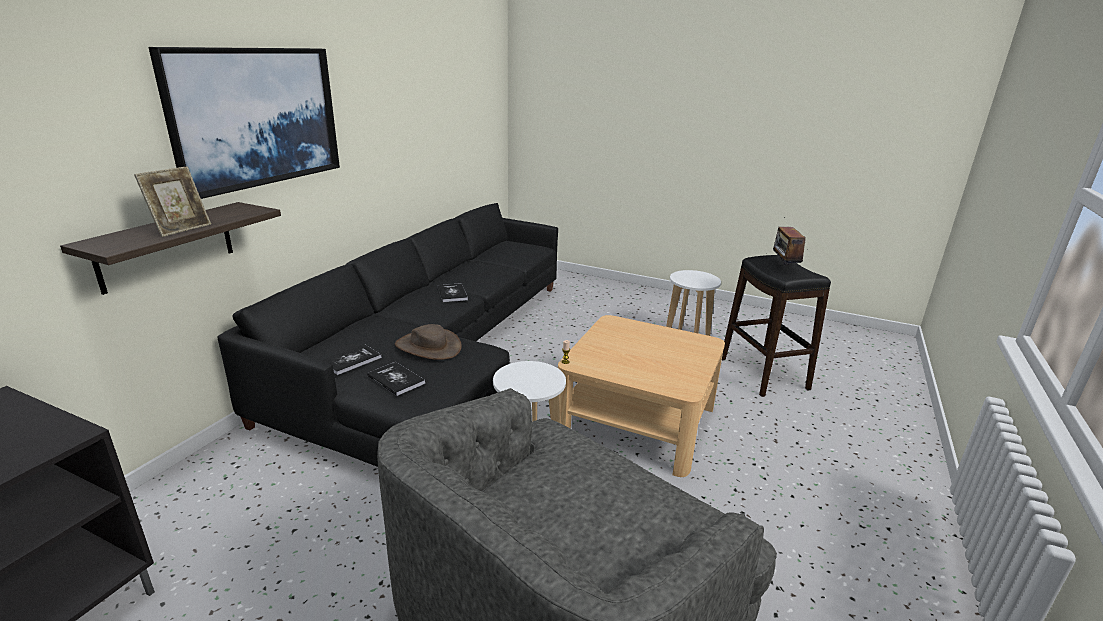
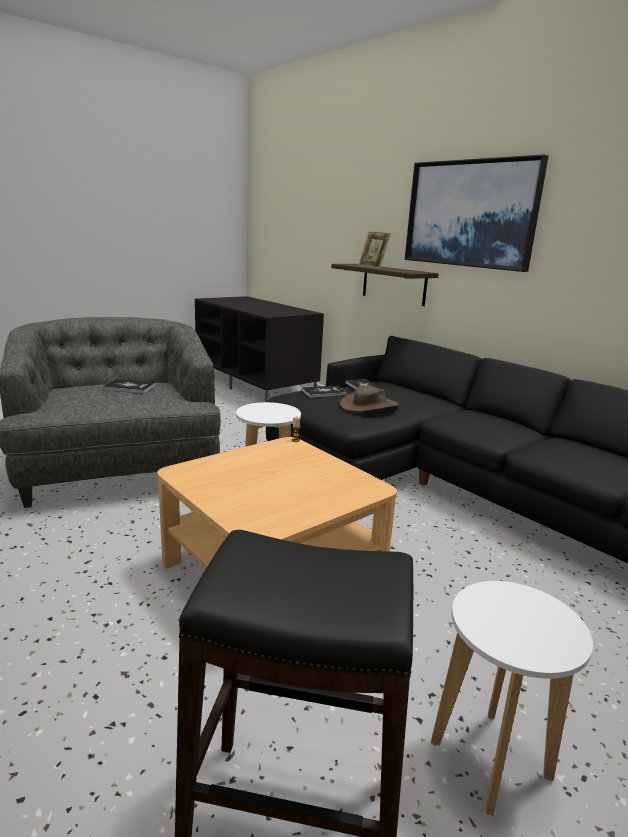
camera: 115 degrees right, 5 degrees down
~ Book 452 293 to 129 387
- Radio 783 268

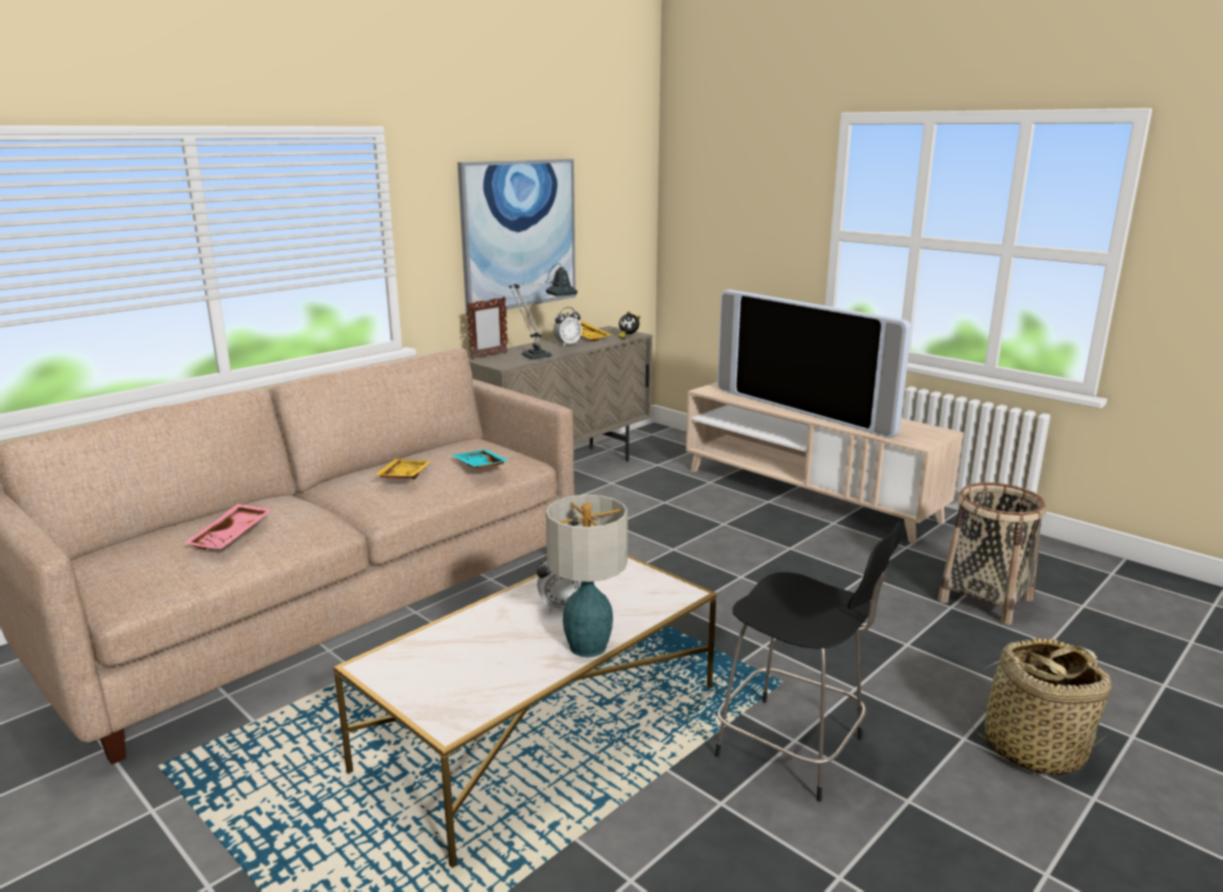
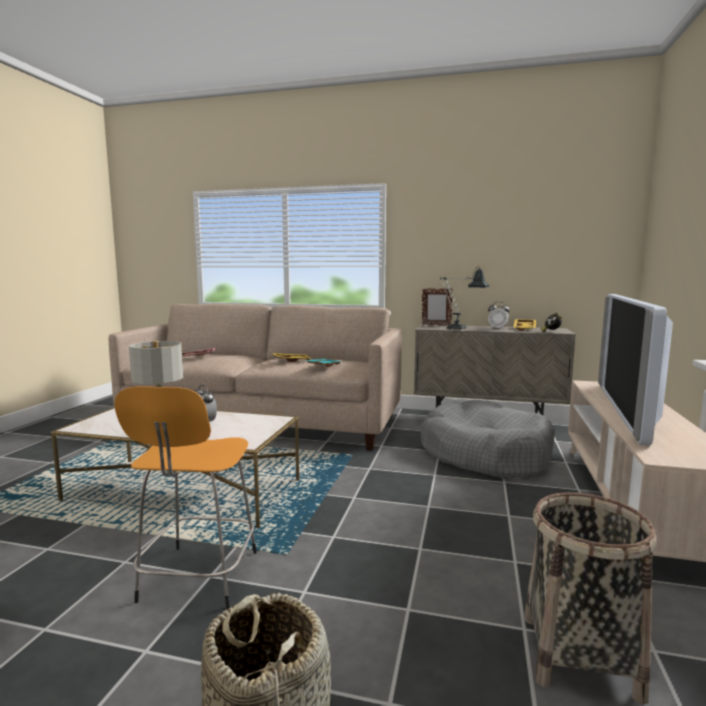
camera: 60 degrees right, 10 degrees down
~ BlackStool 795 749 to OrangeStool 198 578
+ GreyDogBed 484 454
- Picture 519 234

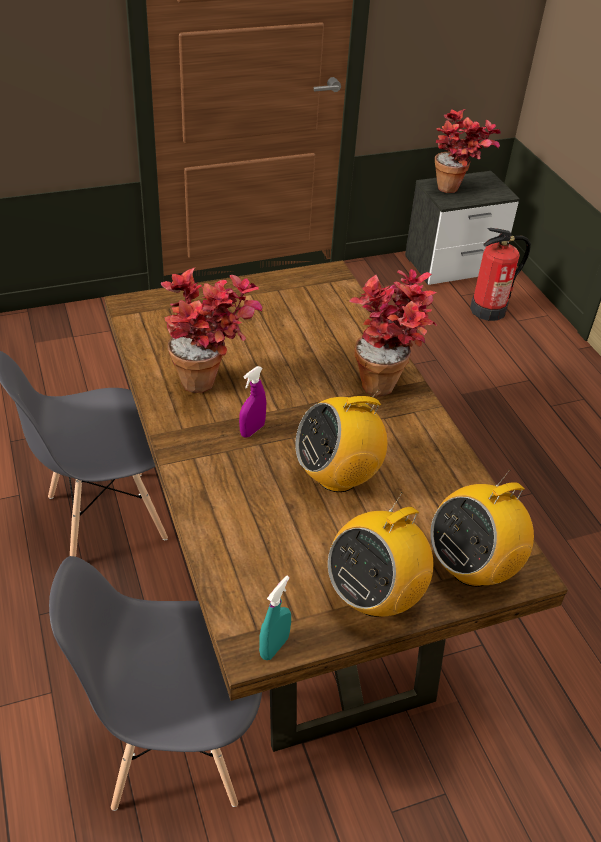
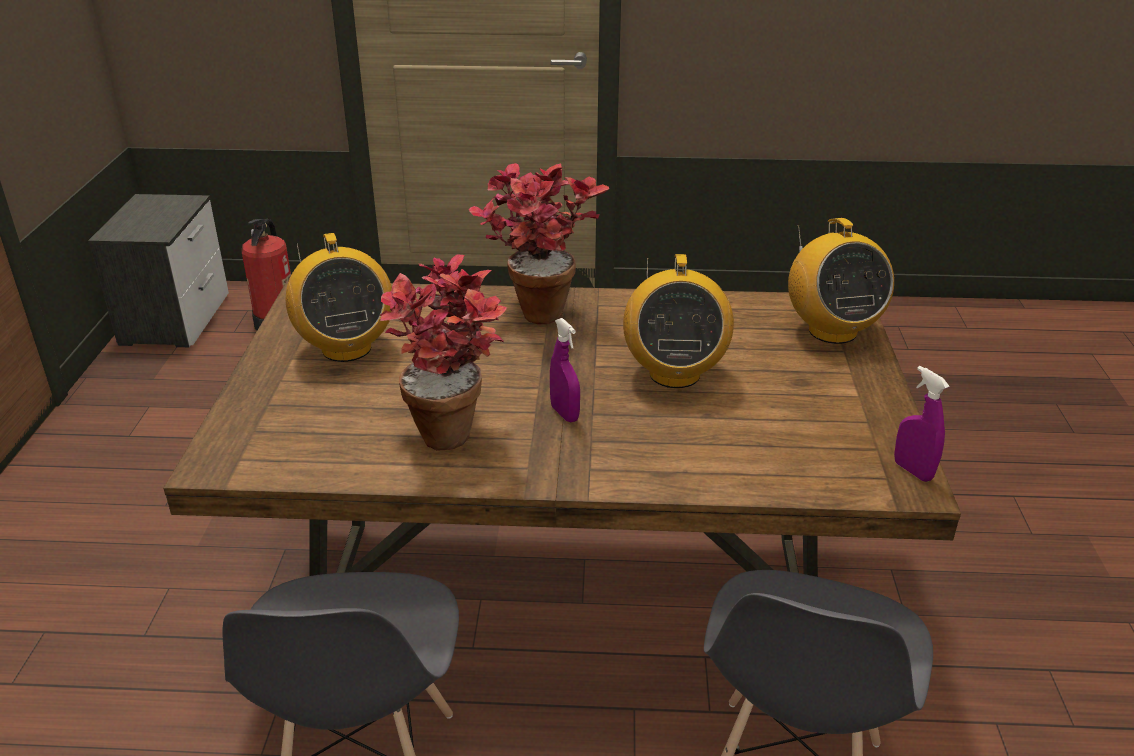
camera: 65 degrees left, 10 degrees down
~ Radio 375 596 to 346 348
~ TurquoiseSprayBottle 274 647 to PurpleSprayBottle 912 471
- PottedPlant 455 191

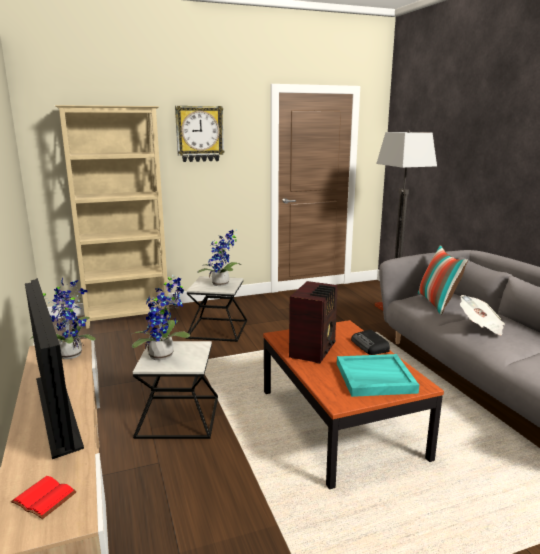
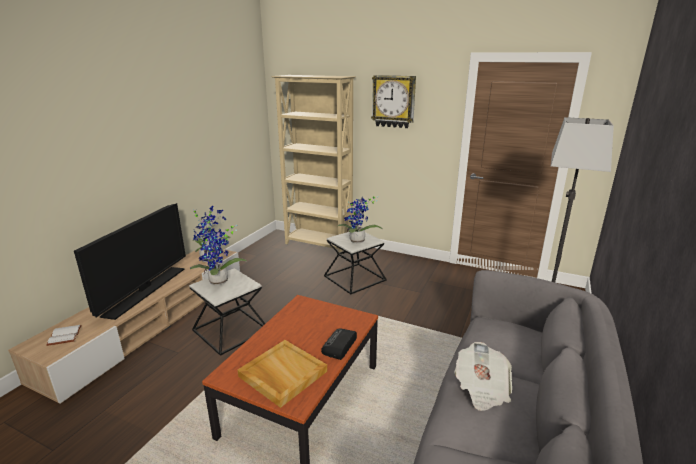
camera: 45 degrees right, 5 degrees up
~ RedBook 42 499 to WhiteBook 64 335
~ TurquoiseTray 374 378 to BeigeTray 282 374
- Radio 314 350
- Pillow 437 304

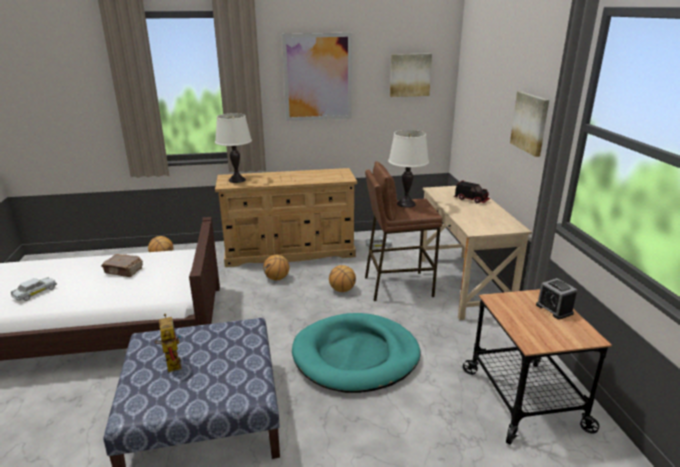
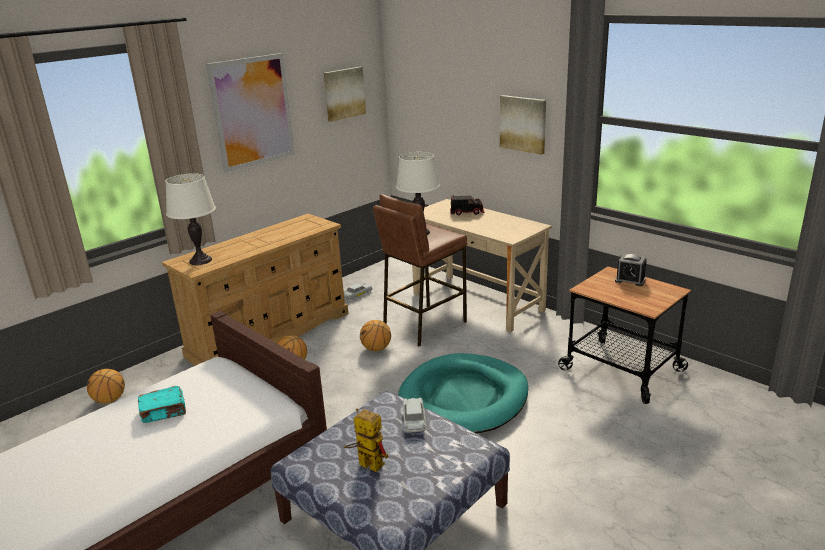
camera: 35 degrees left, 0 degrees up
~ BrownBook 124 271 to TurquoiseBook 164 412
~ WhiteToyCar 35 293 to 414 420

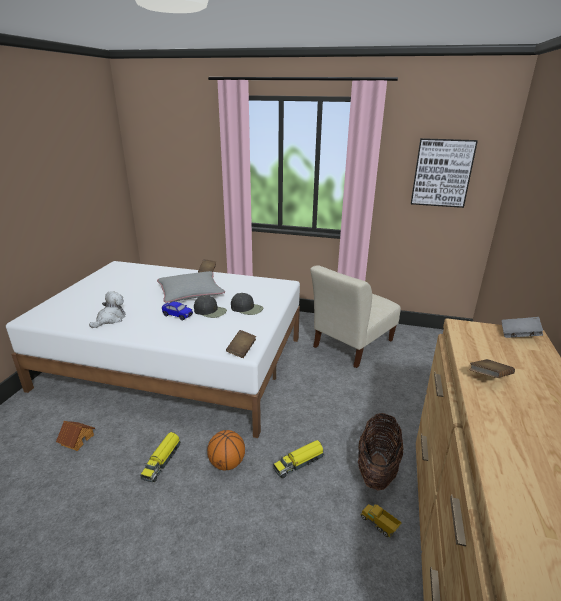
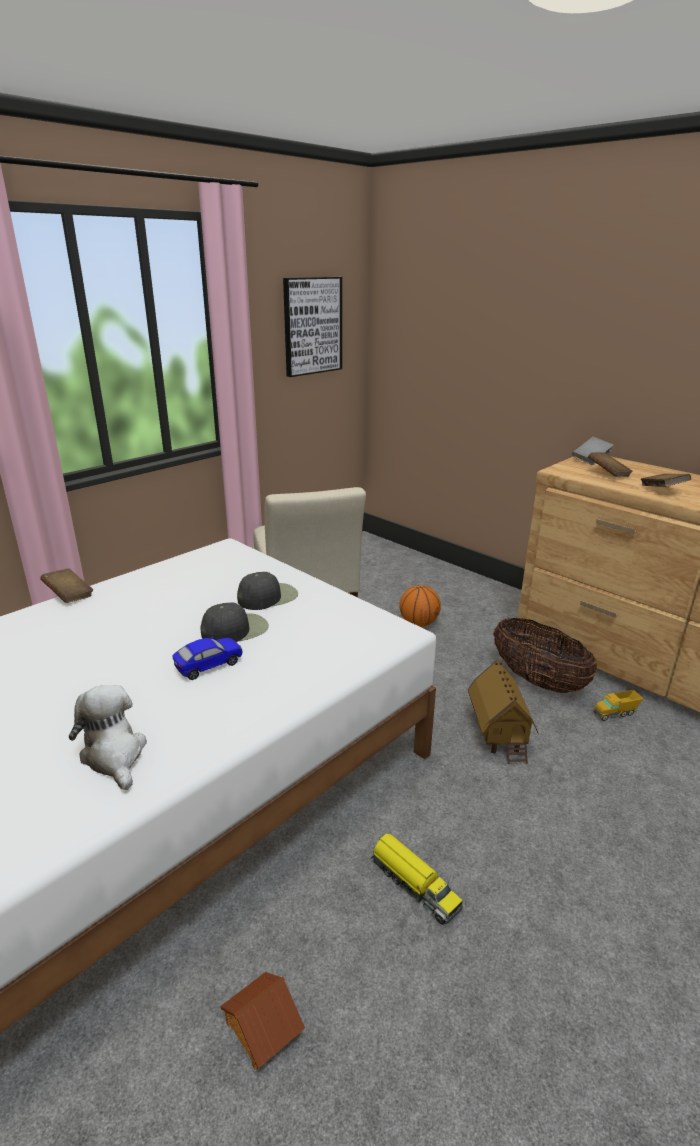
camera: 60 degrees left, 0 degrees up
~ Basketball 227 463 to 418 623
~ ToyTruck 299 463 to ToyHouse 498 734
~ BrownBook 241 350 to 607 474
- GreyPillow 190 292

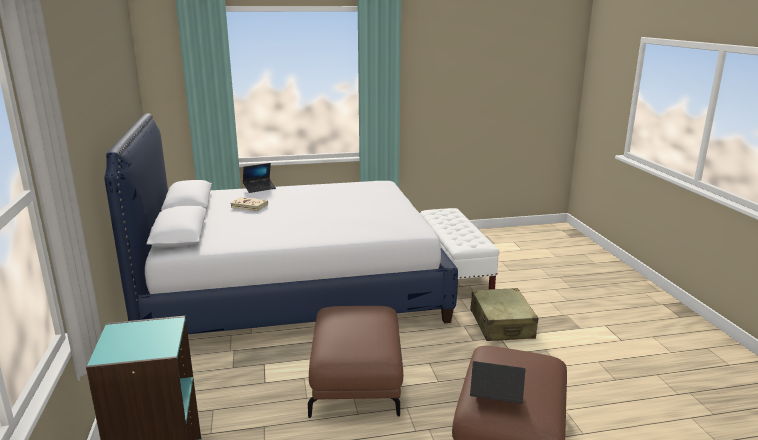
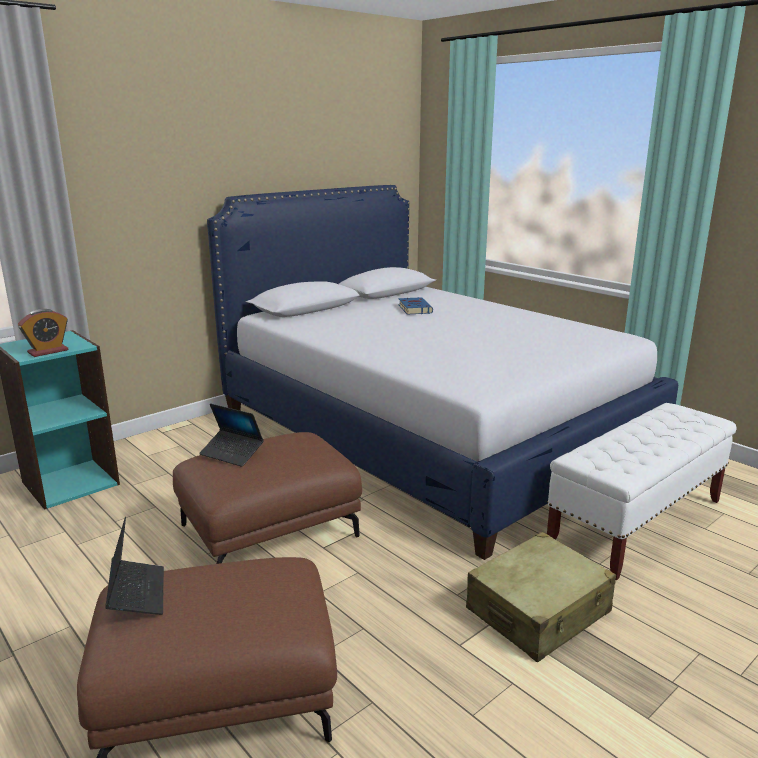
camera: 60 degrees right, 0 degrees up
+ AlarmClock 48 351
~ Laptop 259 188 to 232 453
~ BeigeBook 248 206 to BlueBook 414 308

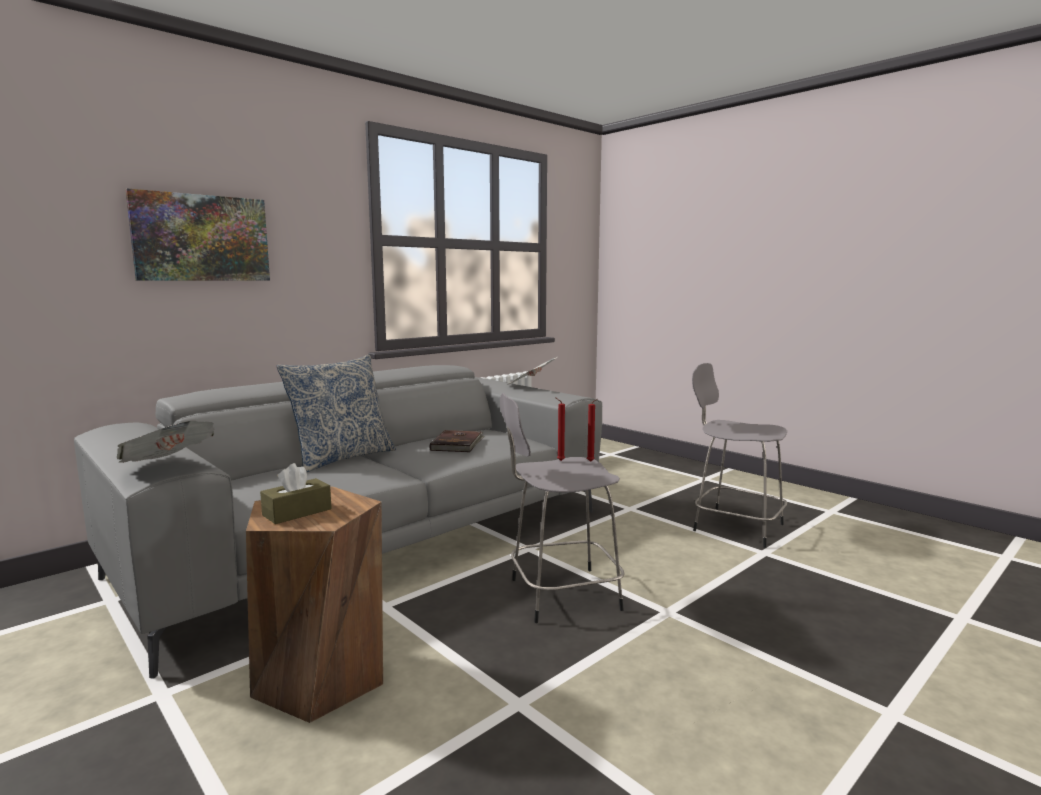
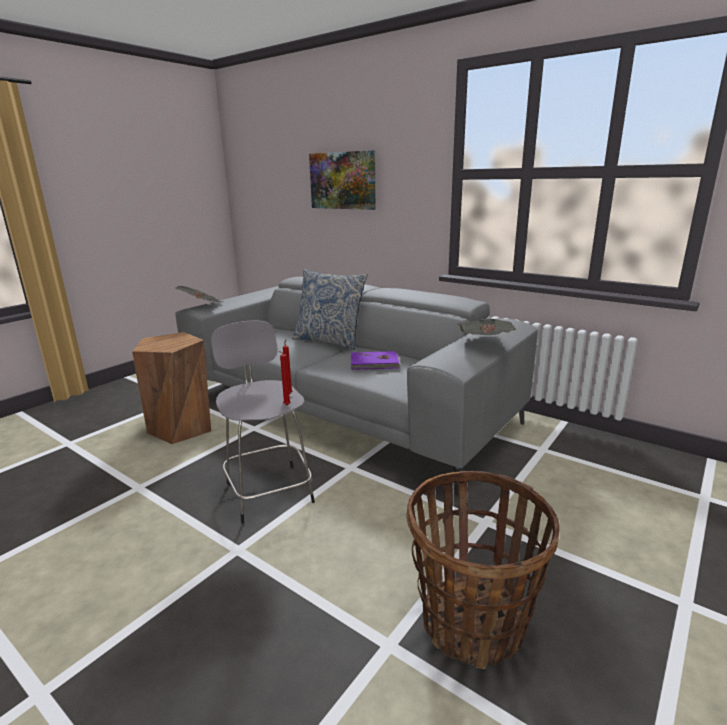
camera: 80 degrees right, 10 degrees up
~ BrownBook 458 444 to PurpleBook 374 363
~ GreyStool 735 526 to Basket 473 622
- BrownTissueBox 297 512

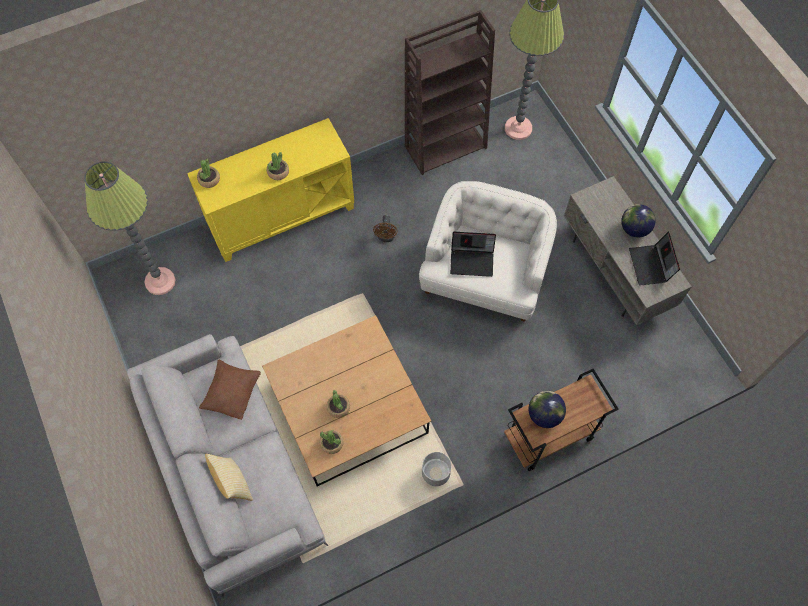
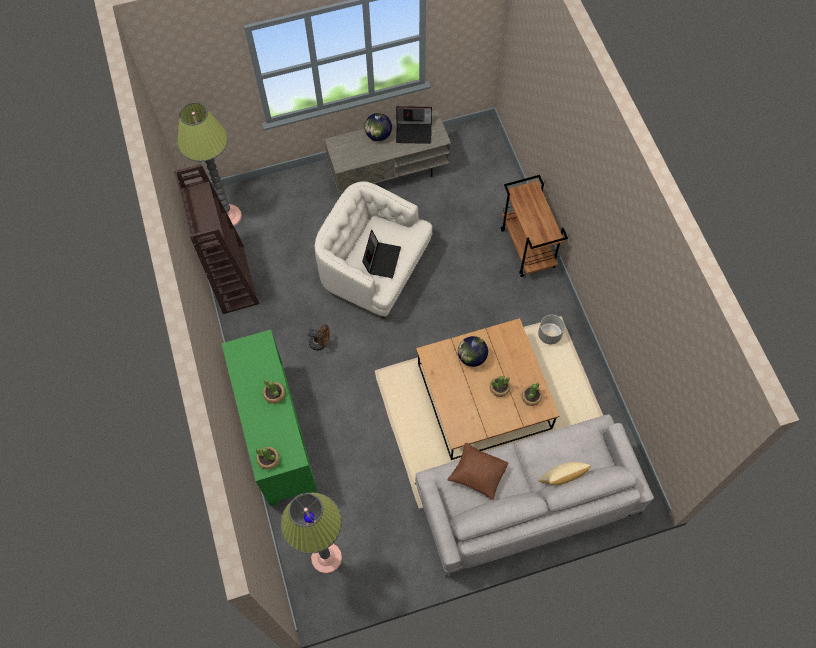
camera: 80 degrees left, 0 degrees up
~ YellowCabinet 281 216 to GreenCabinet 276 434
~ Globe 544 415 to 472 357

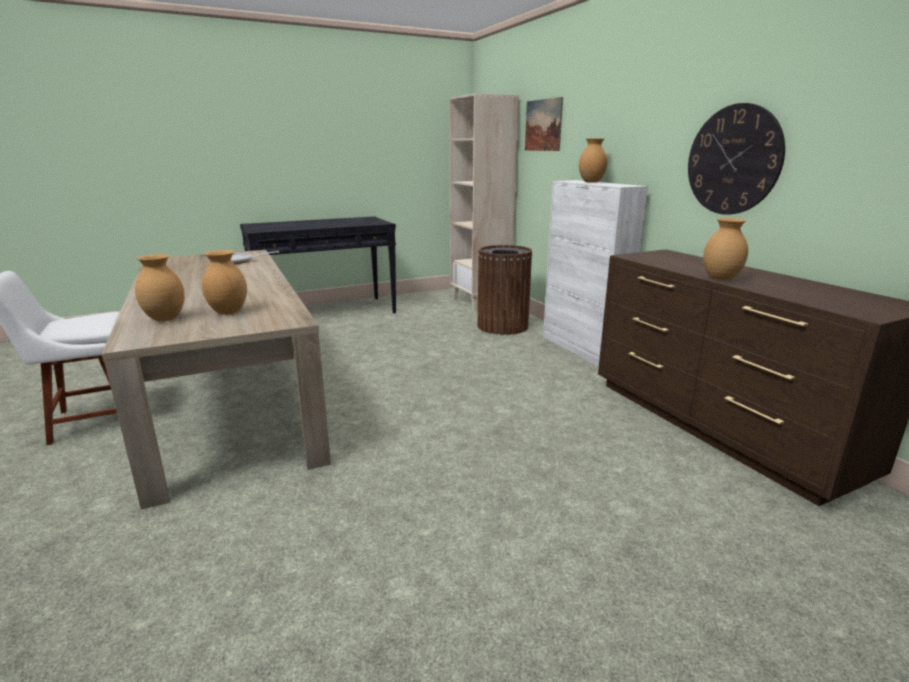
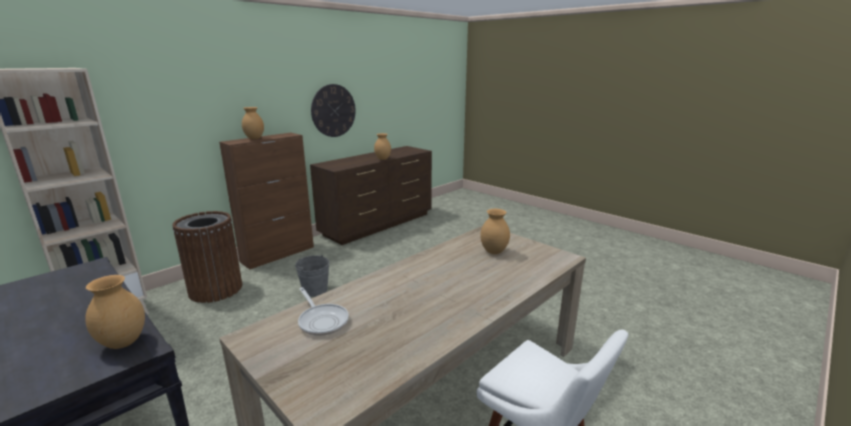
camera: 110 degrees left, 0 degrees up
~ BrownVase 164 319 to 124 342
~ WhiteCabinet 582 349 to BrownCabinet 278 254
+ GreyBucket 315 290
- Picture 543 125

